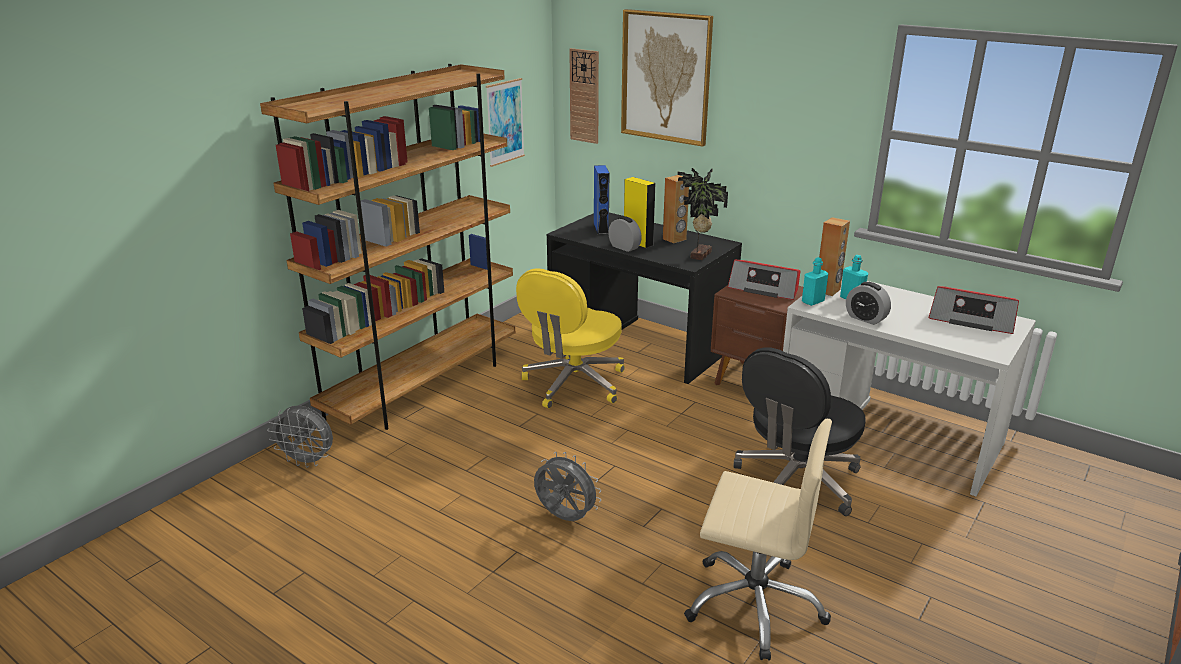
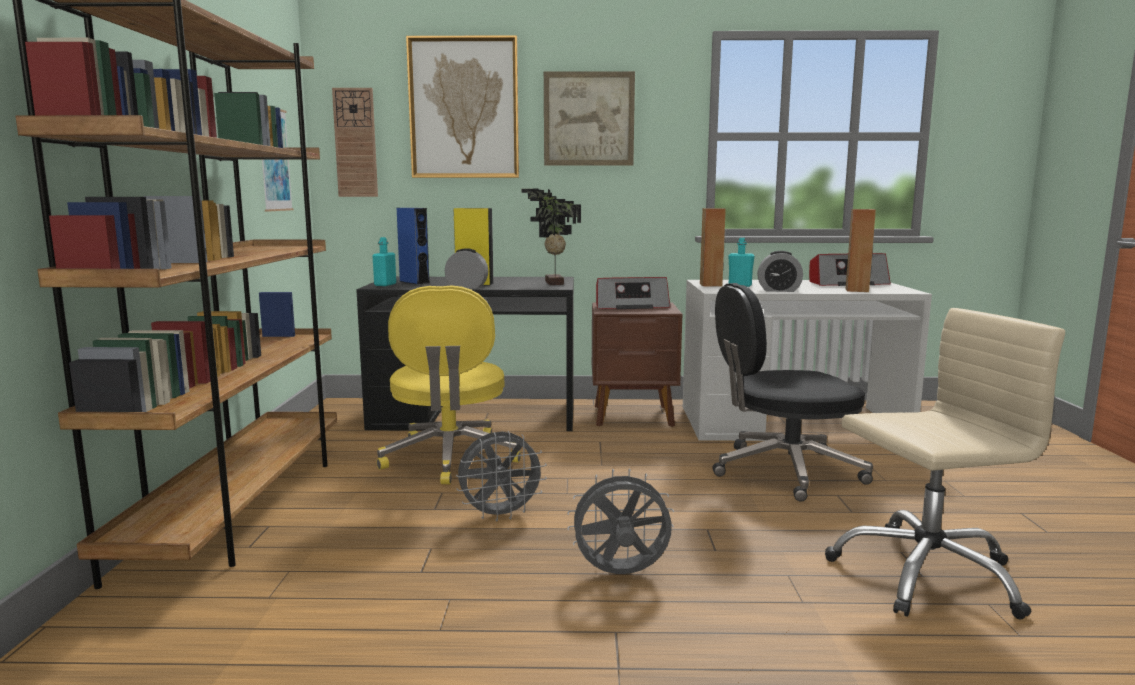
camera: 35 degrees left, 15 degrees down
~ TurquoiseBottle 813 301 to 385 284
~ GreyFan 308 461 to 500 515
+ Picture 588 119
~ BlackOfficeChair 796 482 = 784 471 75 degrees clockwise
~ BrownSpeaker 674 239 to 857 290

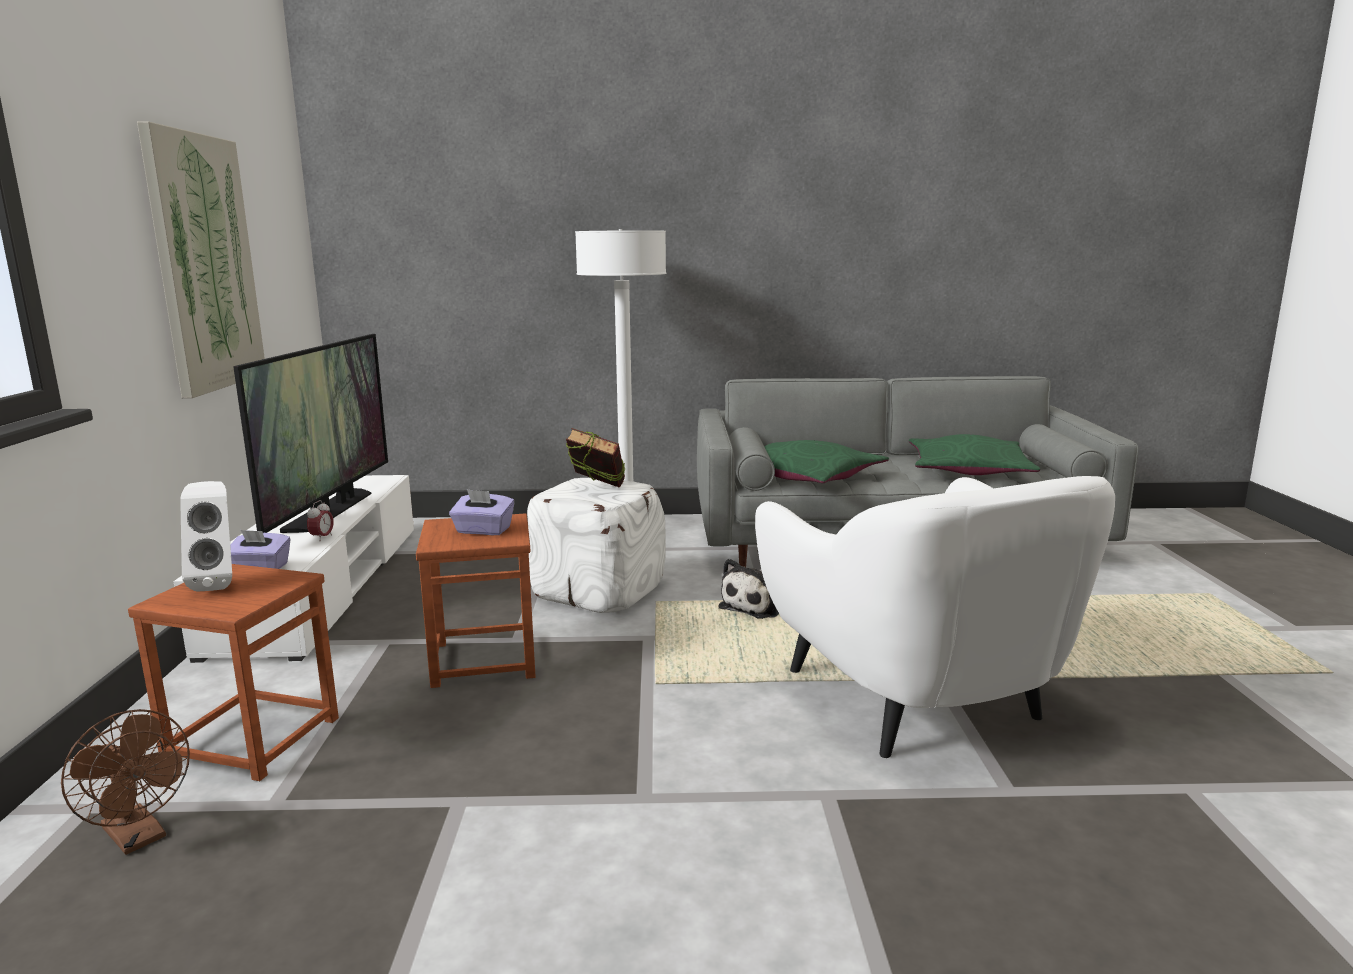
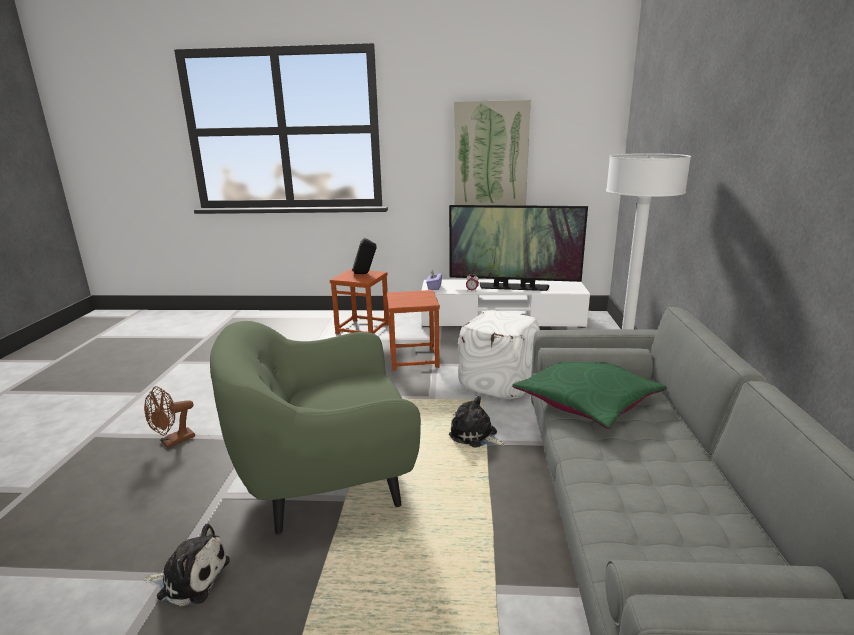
camera: 95 degrees right, 5 degrees up
~ BrownFan 140 837 to 173 442
+ PlushToy 190 578
~ WhiteArmchair 914 698 to GreenArmchair 326 482
~ WhiteSpeaker 219 583 to BlackSpeaker 365 273
- PurpleTissueBox 483 530
- Book 597 491
- GreenPillow 968 471

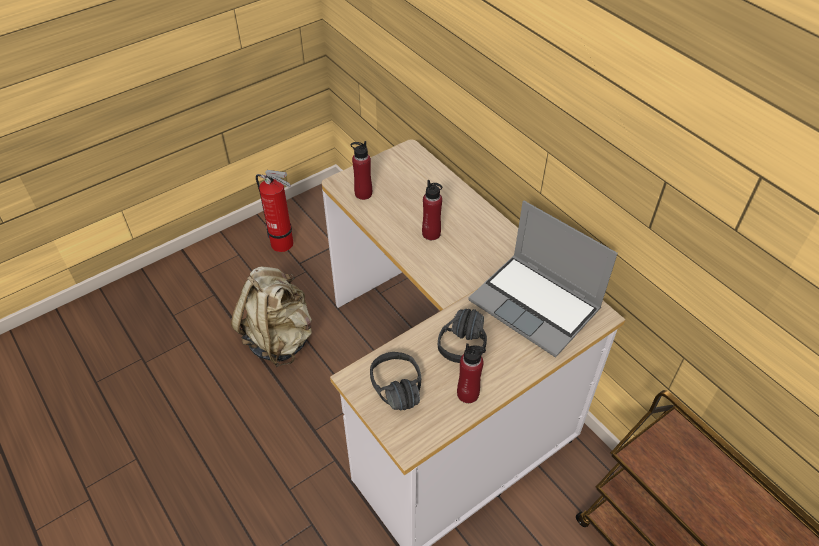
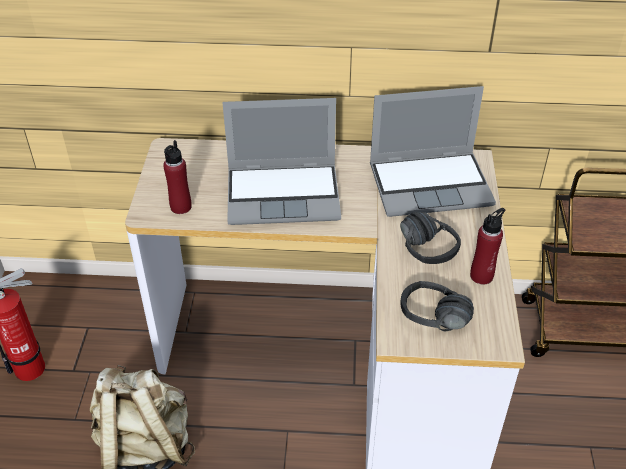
camera: 50 degrees left, 5 degrees down
~ RedBottle 431 233 to Laptop 284 194

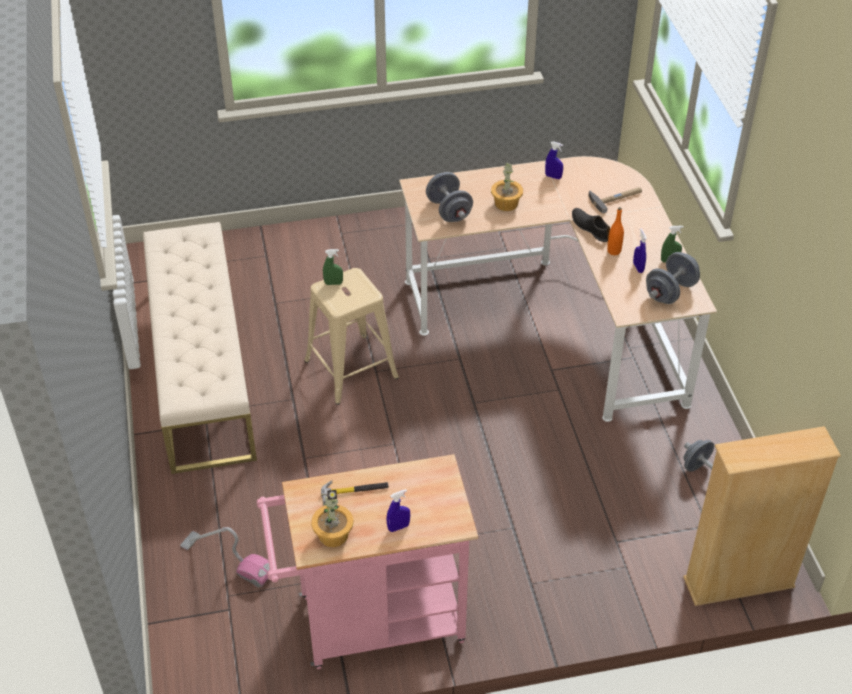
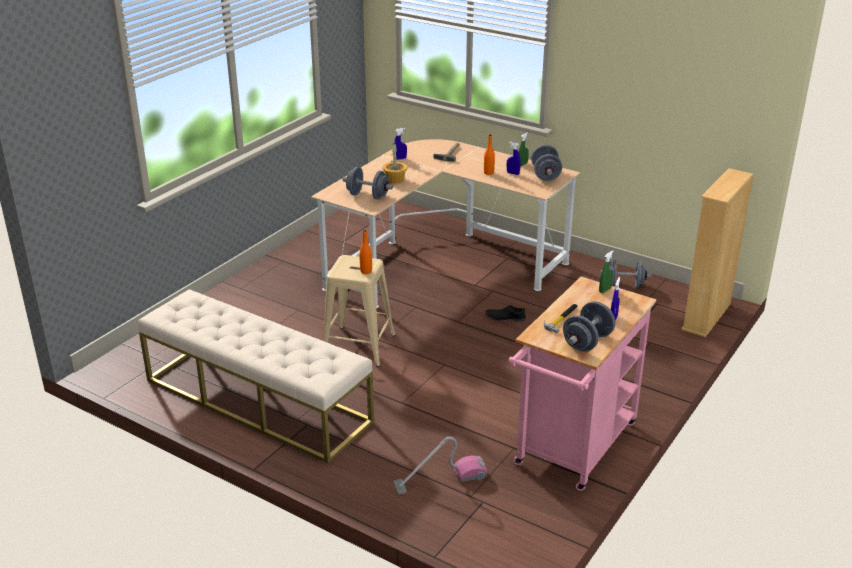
camera: 45 degrees left, 15 degrees down
+ OrangeBottle 366 271
~ BlackShoe 590 227 to 505 317
~ PottedPlant 333 534 to GreyDumbbell 587 342
~ GreenSprayBottle 333 283 to 605 290

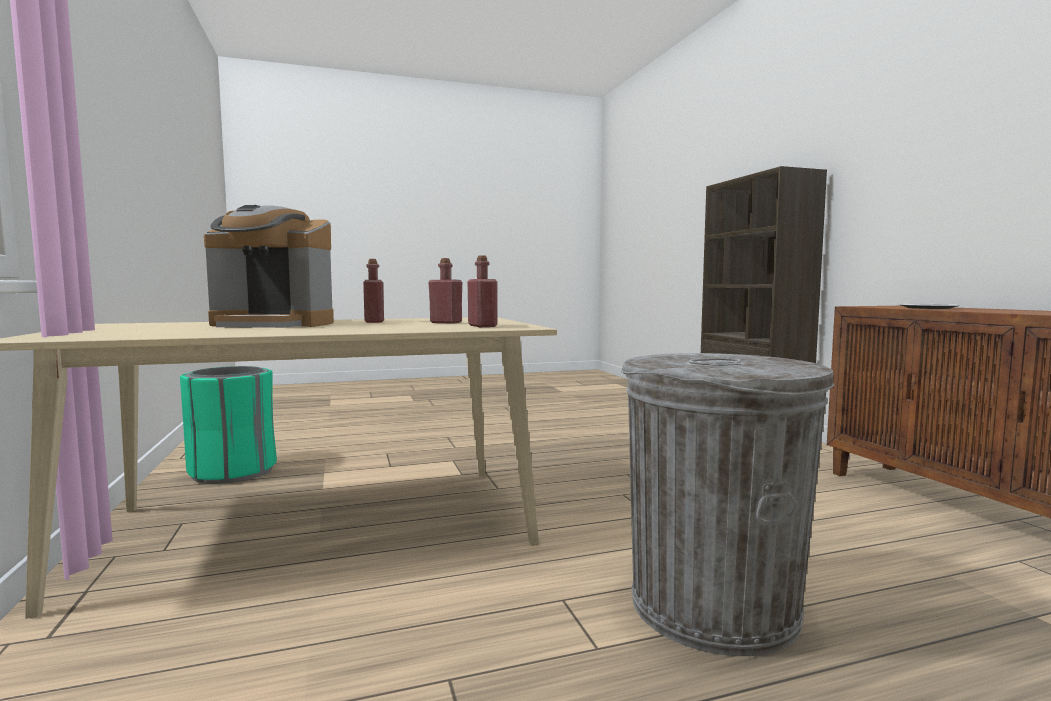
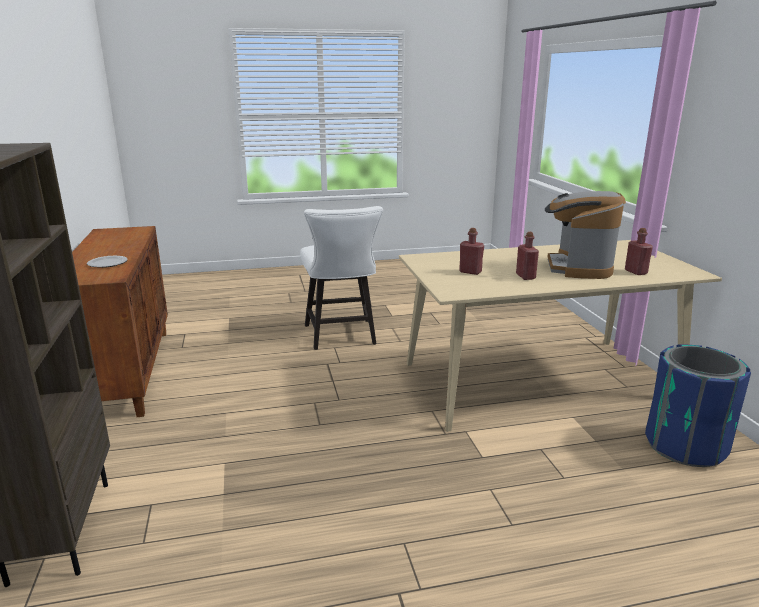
camera: 175 degrees left, 15 degrees up
~ GreyTrashCan 713 605 to WhiteChair 342 337
~ CoffeeMachine 274 325 = 578 267 90 degrees counterclockwise
~ RedBottle 482 326 to 635 272
~ GreenTrashCan 232 471 to BlueTrashCan 685 446

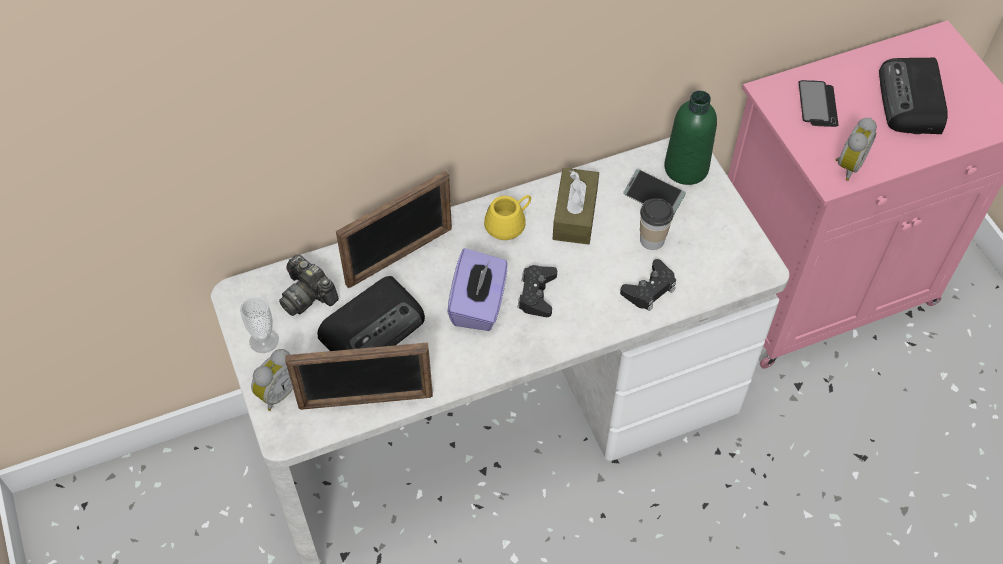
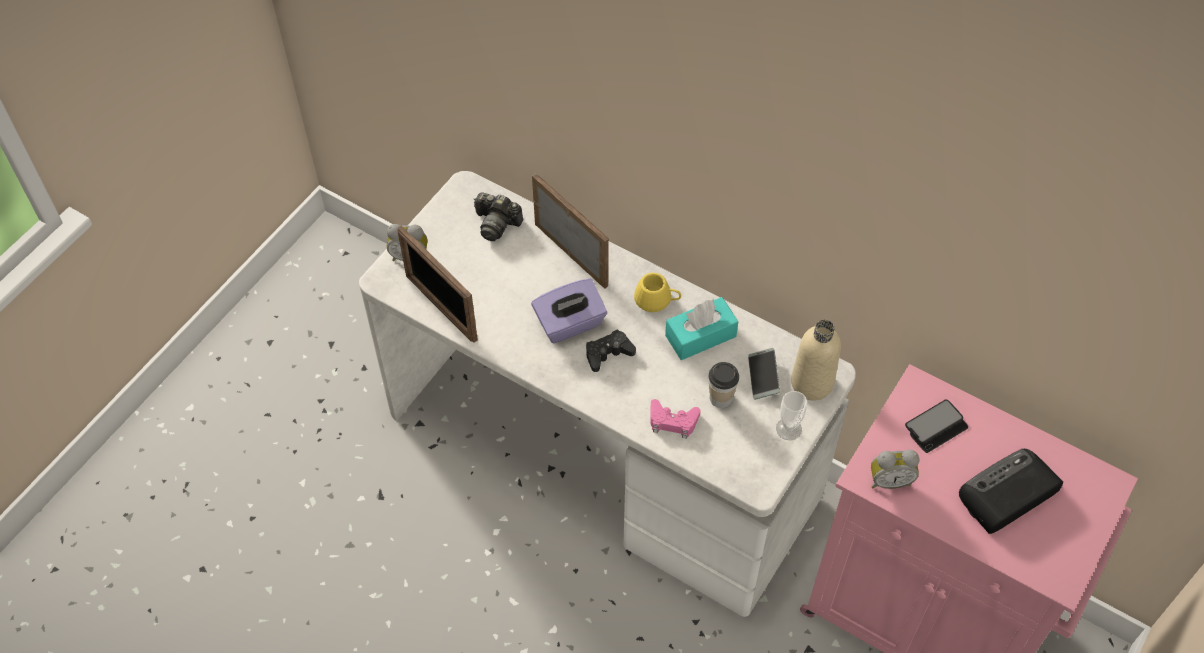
camera: 55 degrees right, 0 degrees up
~ PhotoCamera 307 295 = 496 224 75 degrees counterclockwise
~ PictureFrame 400 256 = 571 254 150 degrees counterclockwise
~ BlackGameController 649 289 to PinkGameController 672 421
~ BrownTissueBox 575 215 to TurquoiseTissueBox 700 336
~ Cup 264 340 to 788 429
~ GreenBottle 686 168 to BeigeBottle 812 383
- Radio 374 326

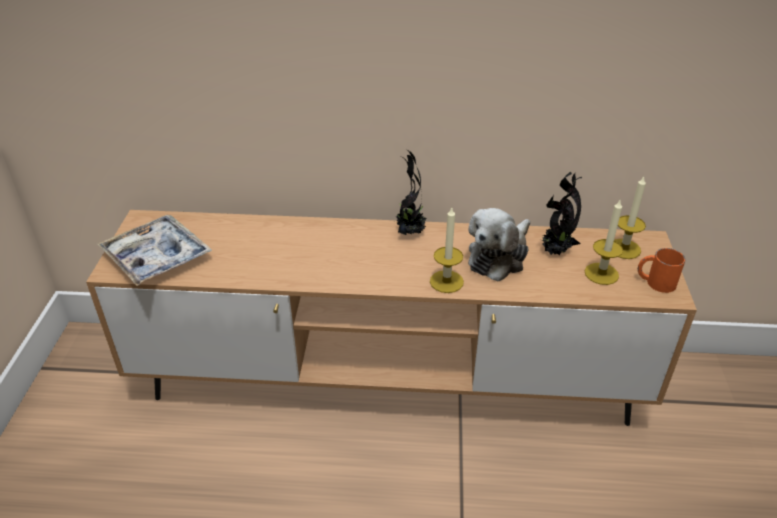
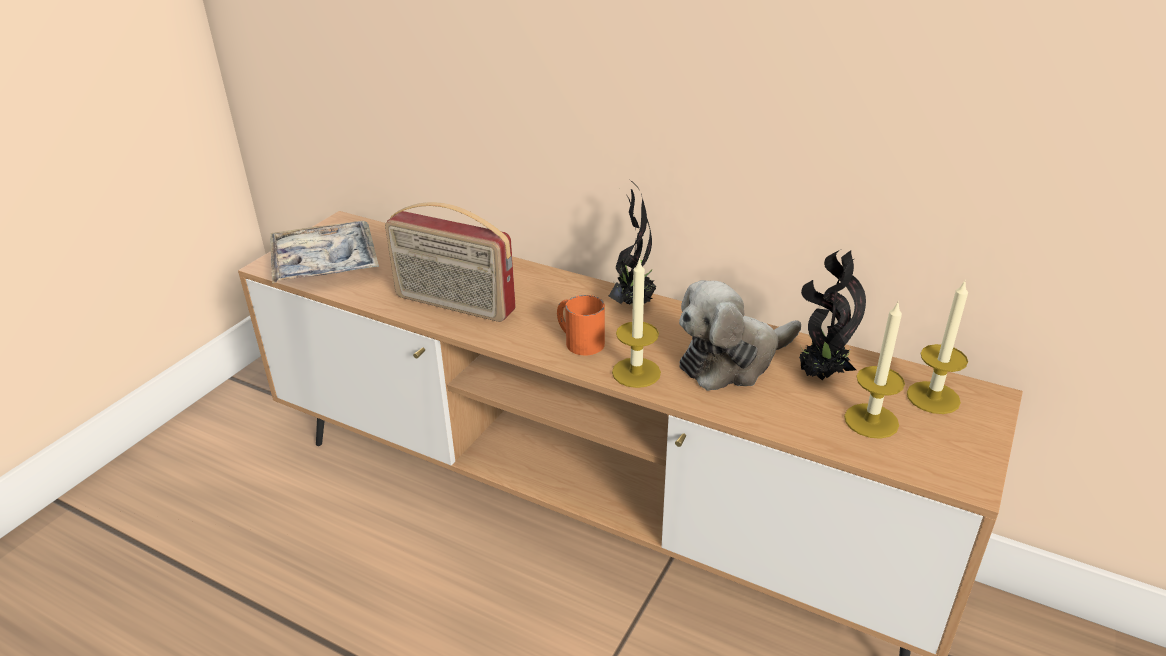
camera: 25 degrees right, 5 degrees down
+ Radio 453 305
~ OrangeMug 655 282 to 579 341

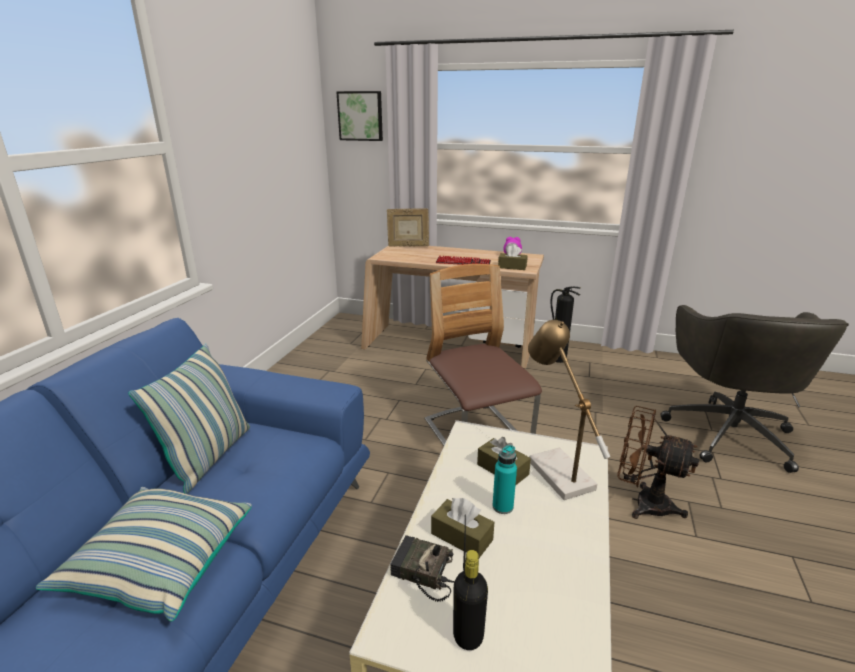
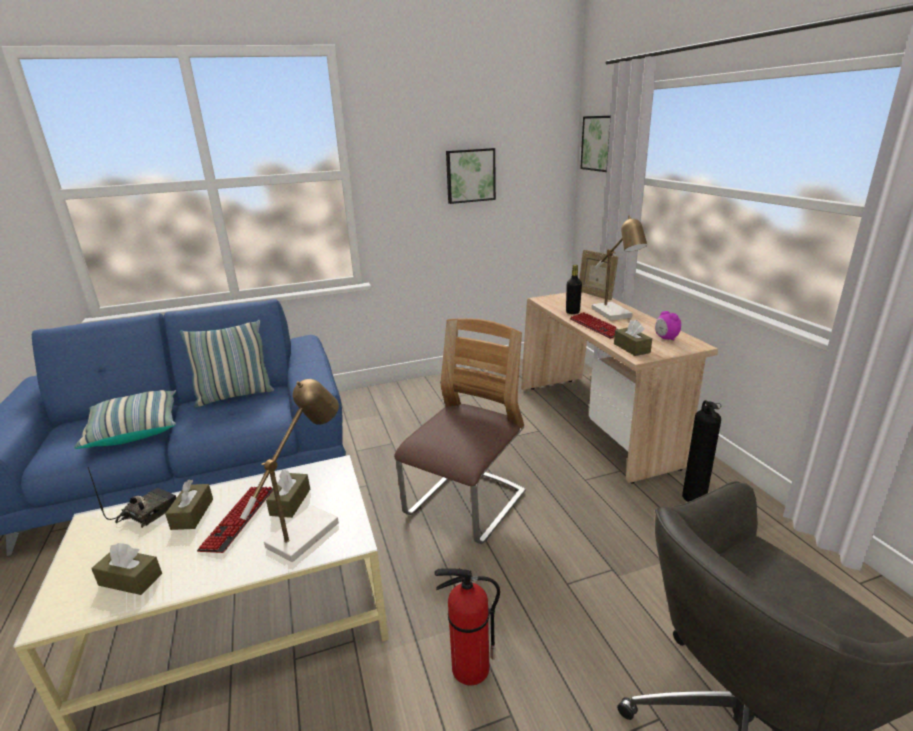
camera: 55 degrees right, 0 degrees up
~ Radio 422 573 = 148 512 45 degrees clockwise
+ BrownTissueBox 130 579
~ TurquoiseBottle 502 506 to Keyboard 238 519
~ BrownFan 642 502 to FireExtinguisher 469 668
+ Picture 470 175
~ BlackBottle 468 636 to 572 312
+ TableLamp 615 314

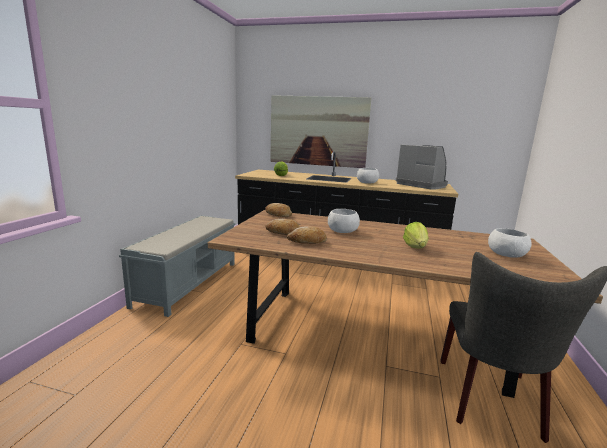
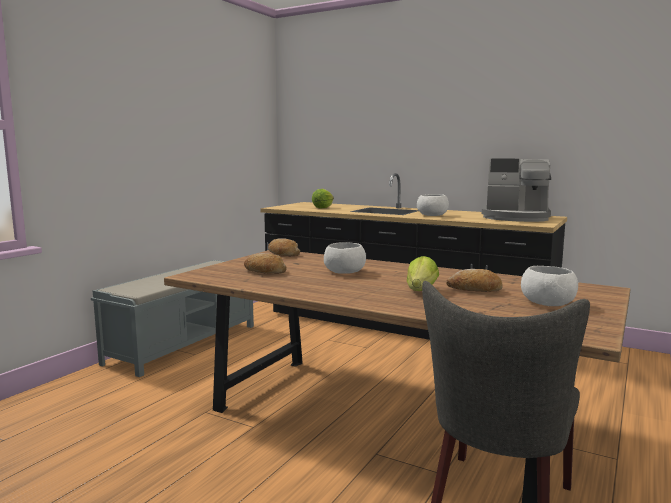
camera: 15 degrees right, 5 degrees down
~ Bread 307 242 to 474 290
~ CoffeeMachine 422 185 = 516 217 135 degrees clockwise
- Picture 318 131

